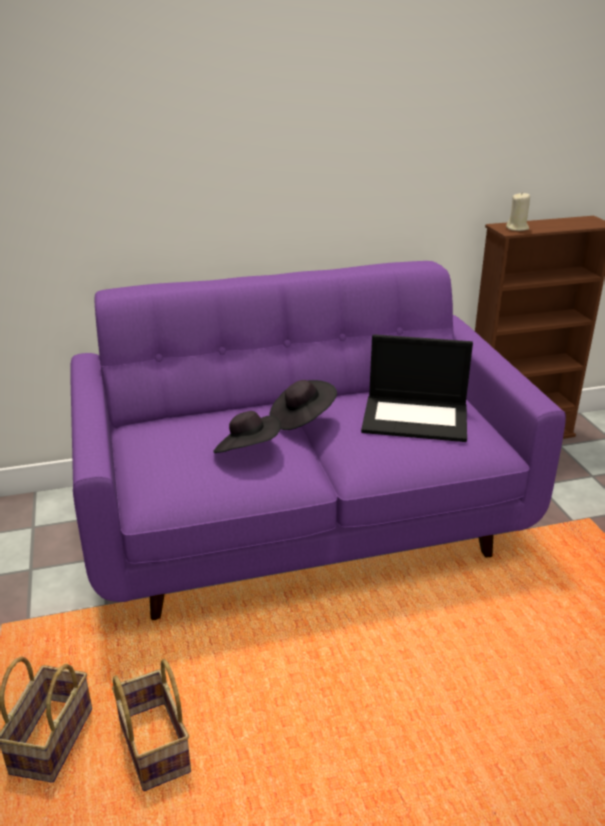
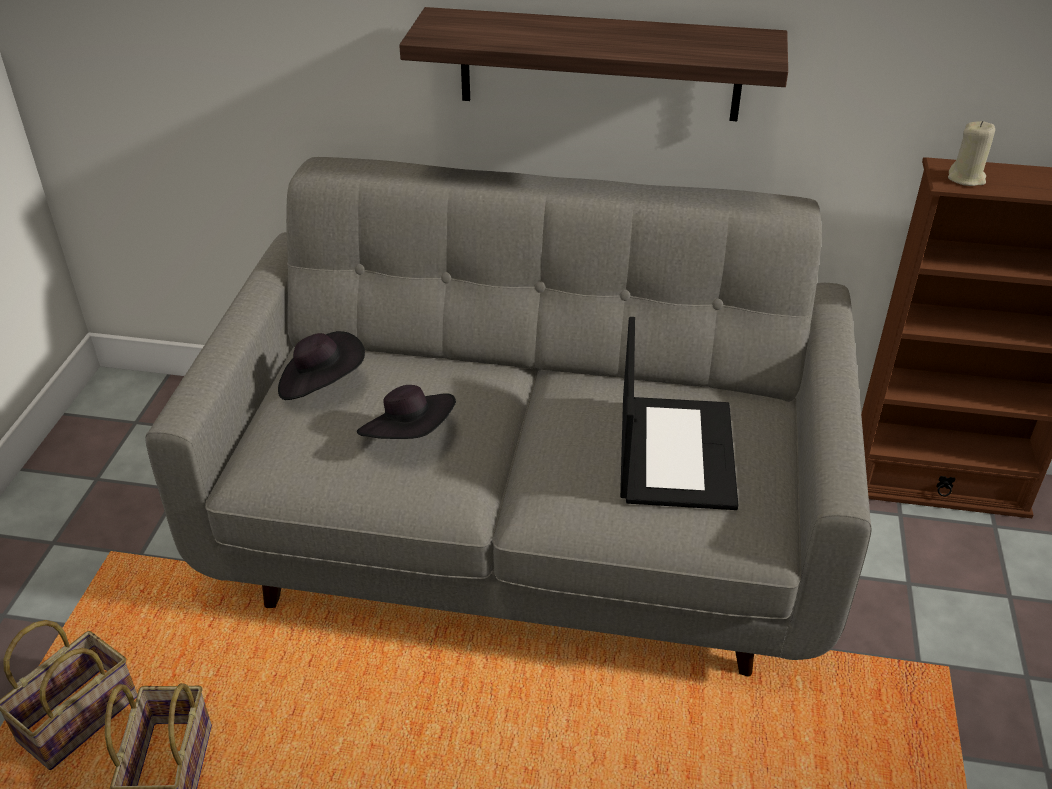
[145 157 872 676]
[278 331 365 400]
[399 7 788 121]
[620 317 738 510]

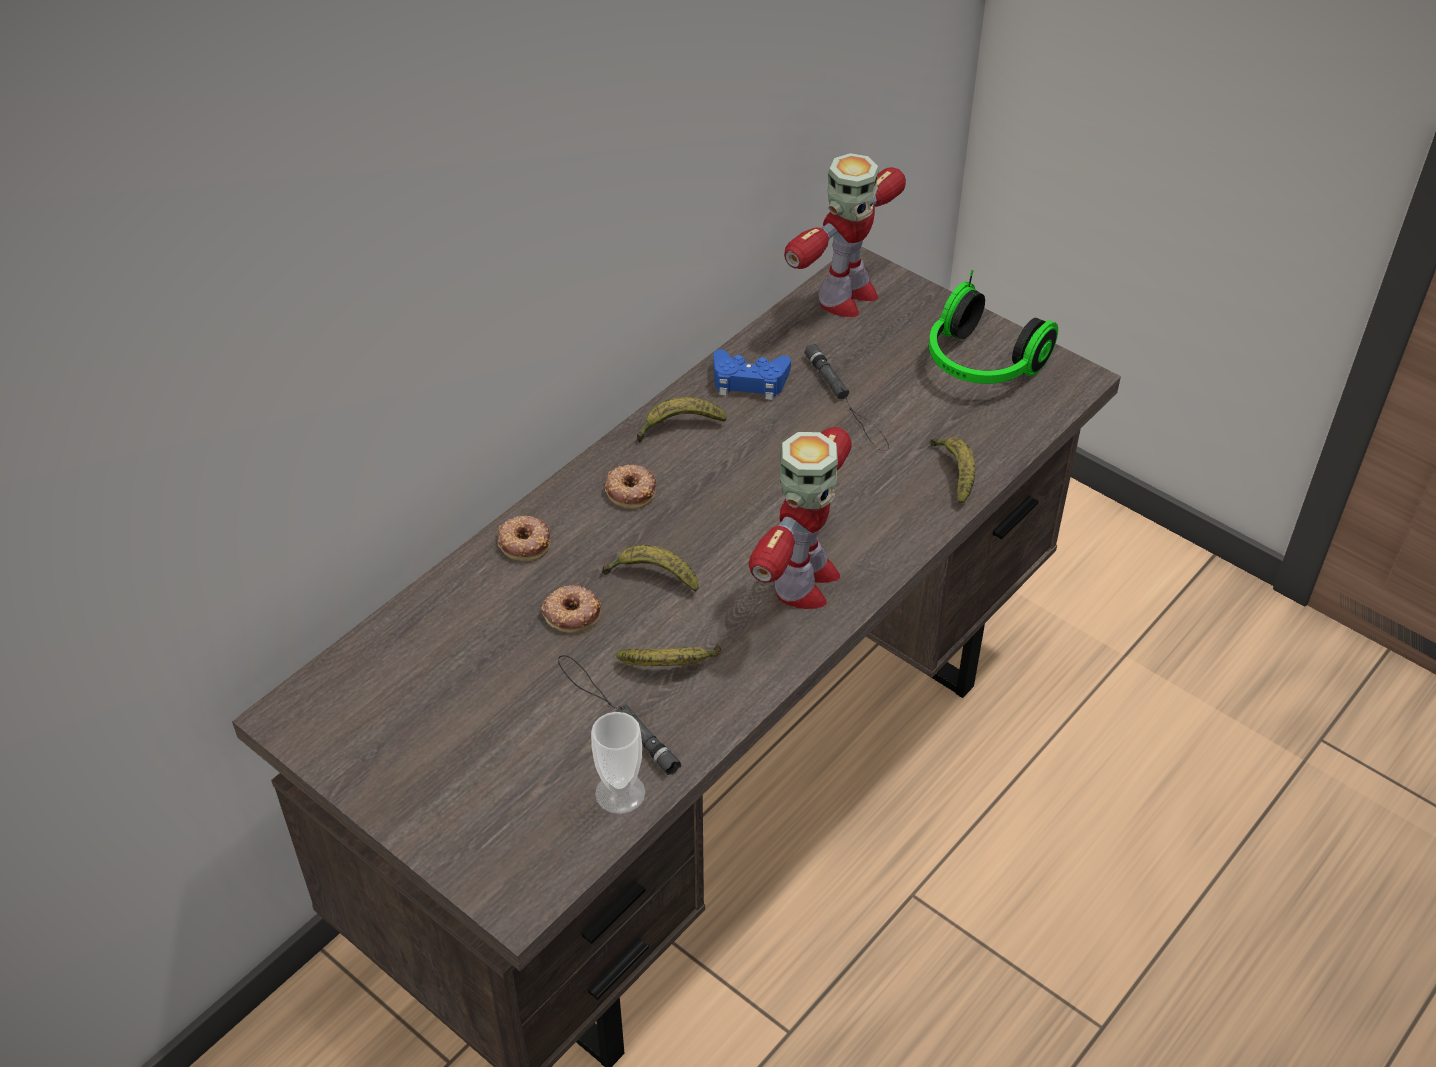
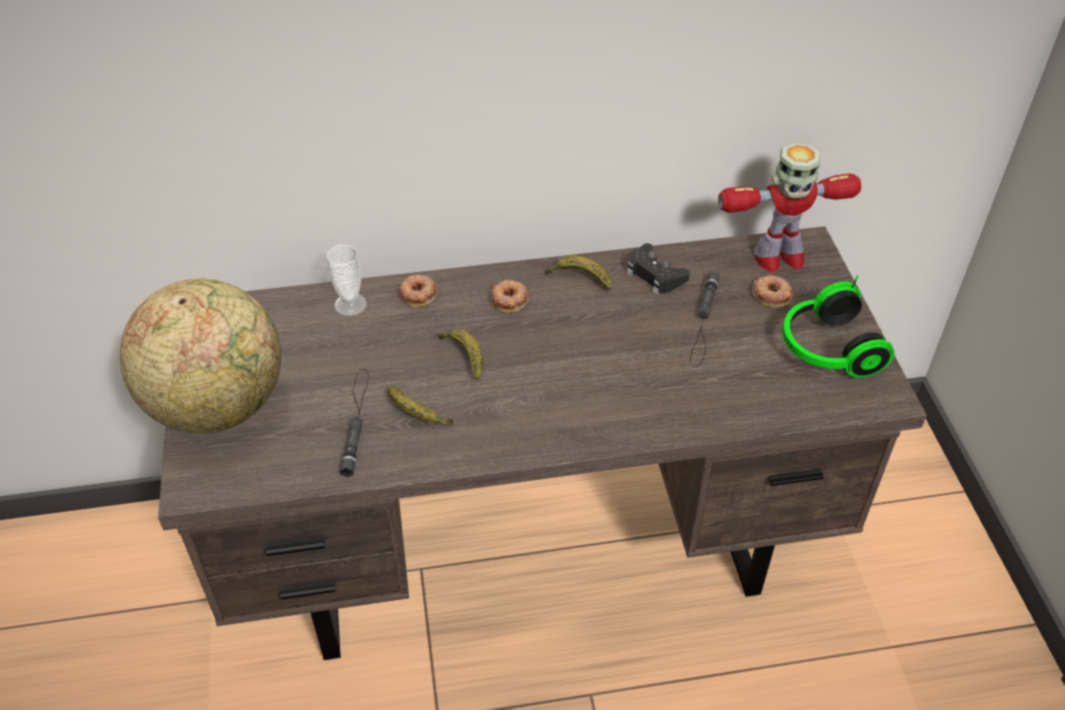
[120 278 281 434]
[326 244 367 316]
[627 243 690 294]
[753 275 793 308]
[749 427 852 609] (first image)
[930 437 975 504] (first image)

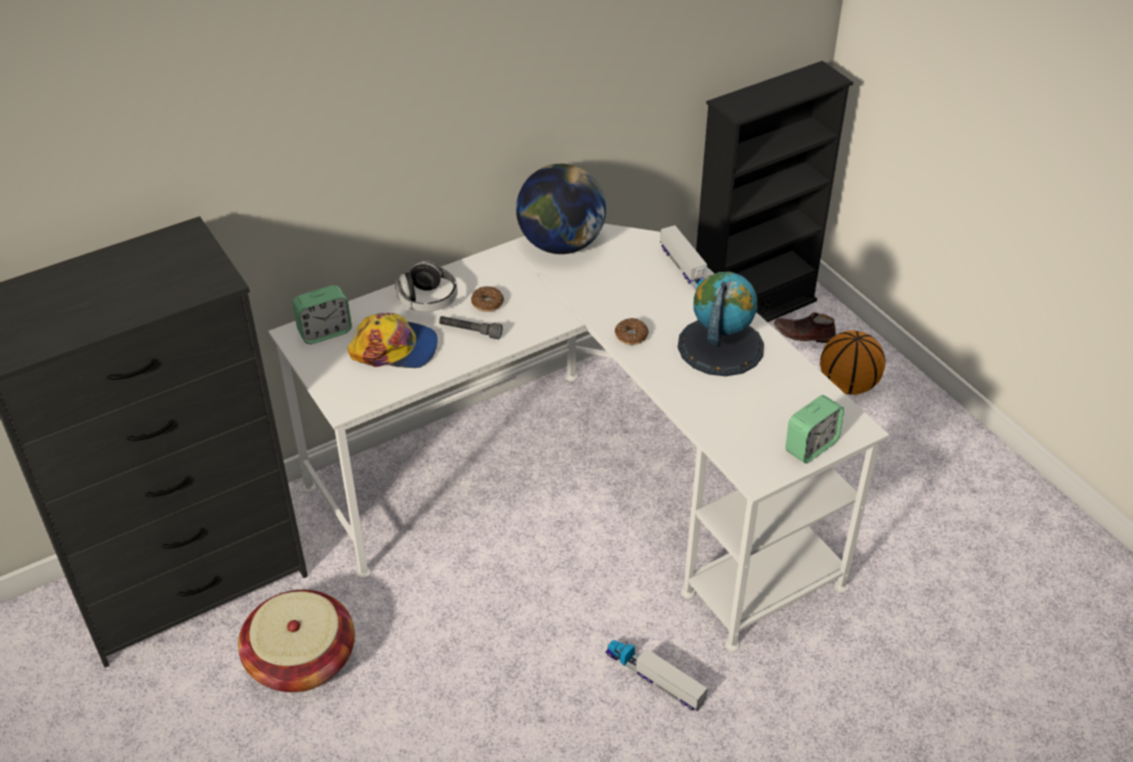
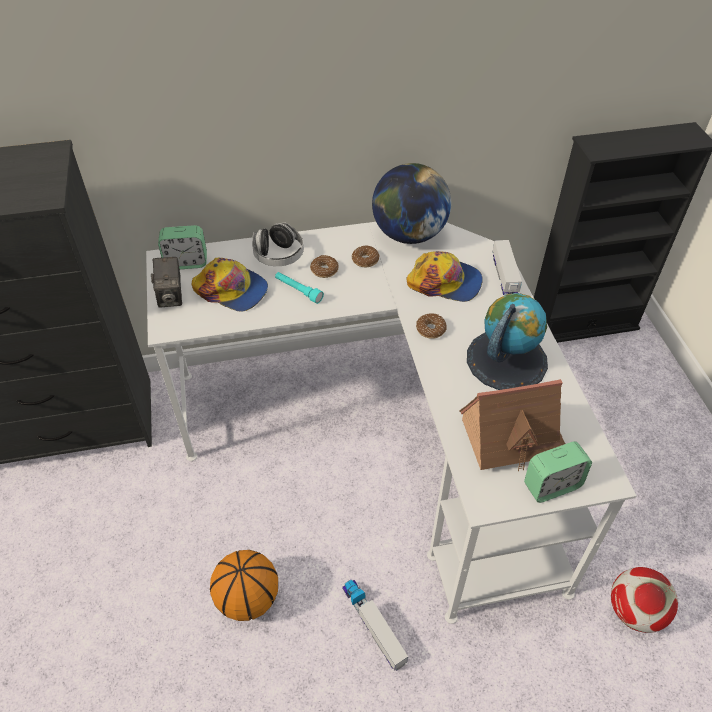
[151 257 182 308]
[210 550 278 621]
[275 272 324 304]
[352 246 380 267]
[407 251 483 302]
[459 379 566 471]
[611 567 678 633]
[238 590 355 692] (first image)
[774 312 836 343] (first image)

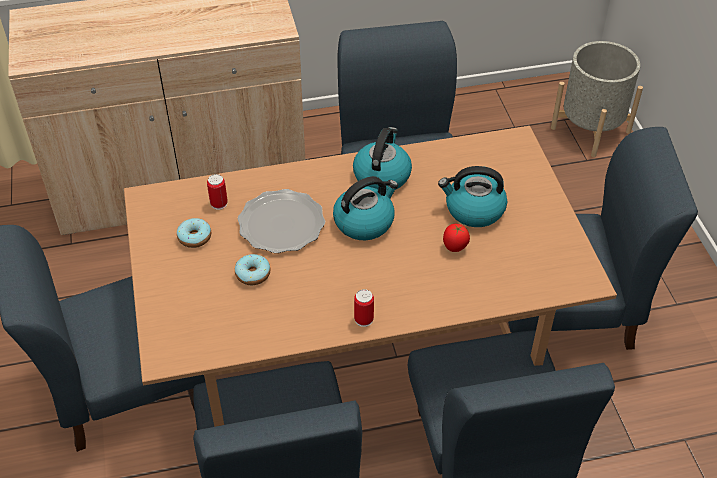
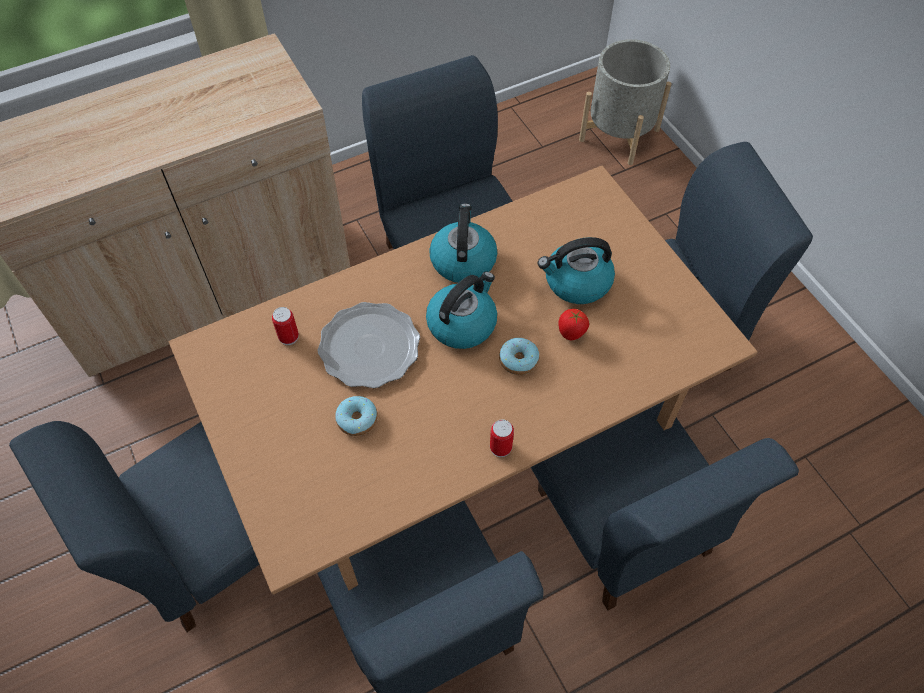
[499 338 539 375]

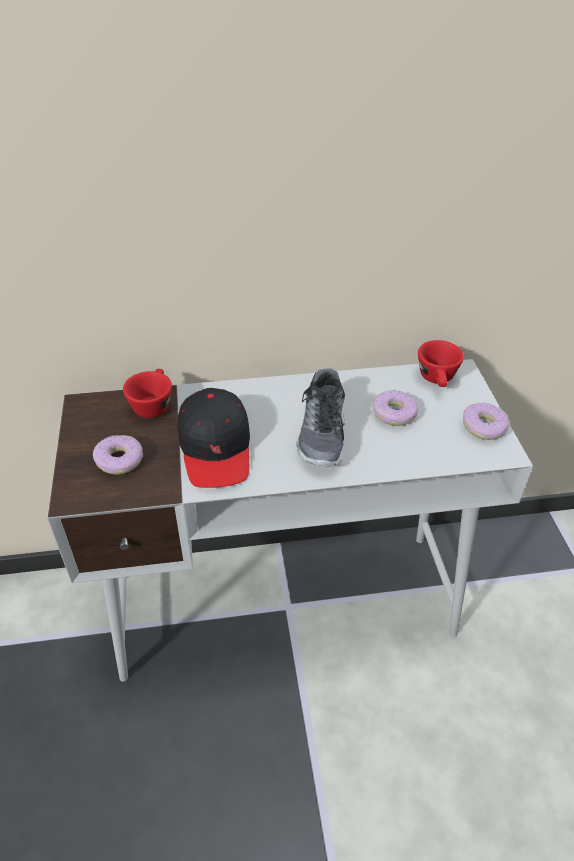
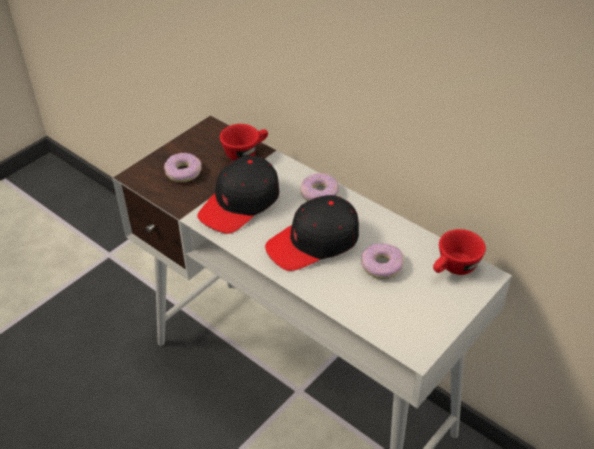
[265 195 359 271]
[300 173 339 201]

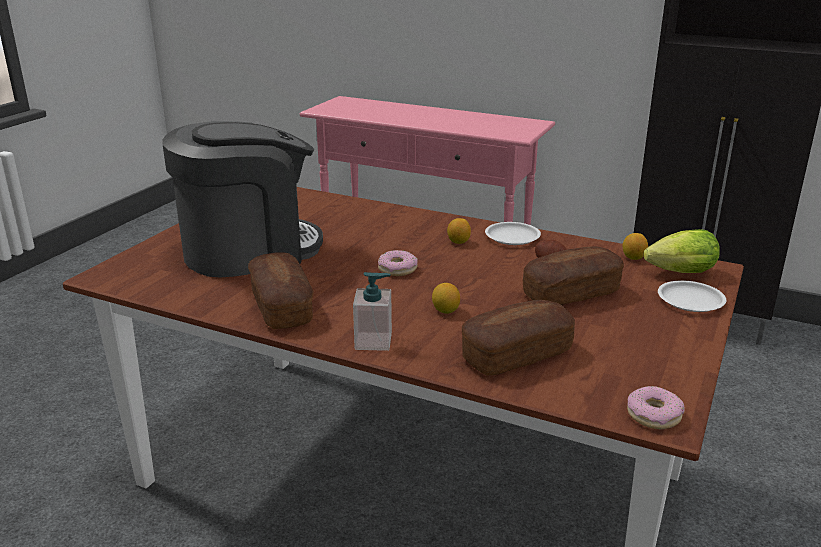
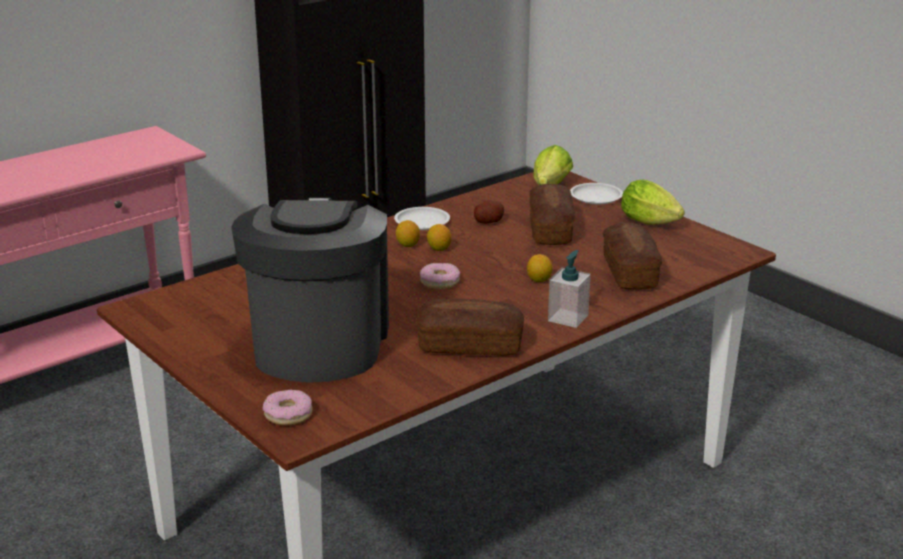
[263 390 313 425]
[427 224 451 251]
[621 180 685 225]

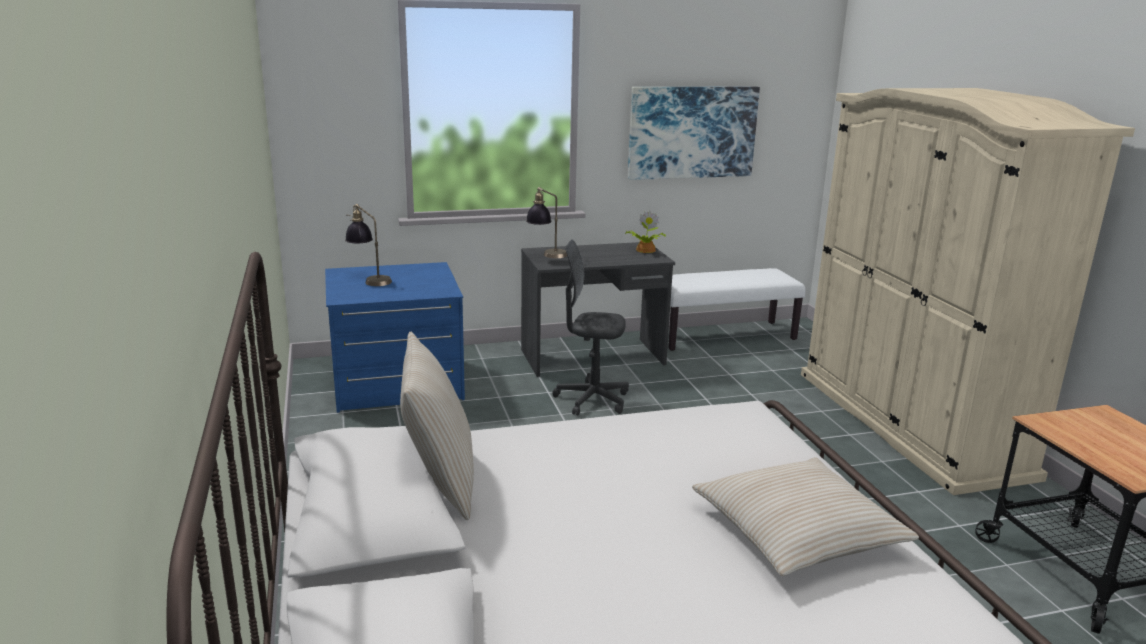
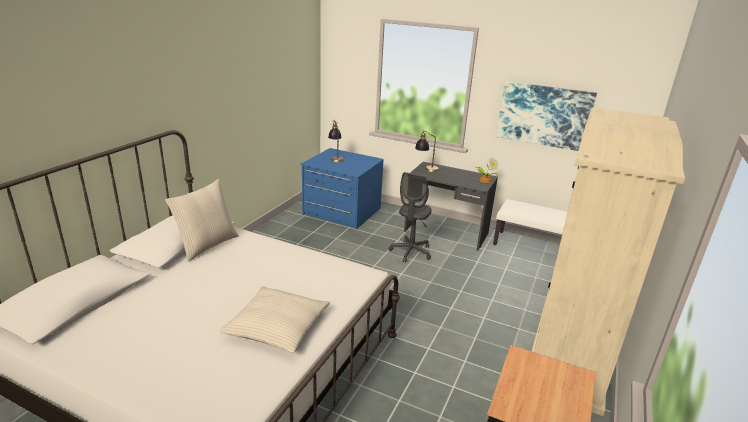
[389 172 431 263]

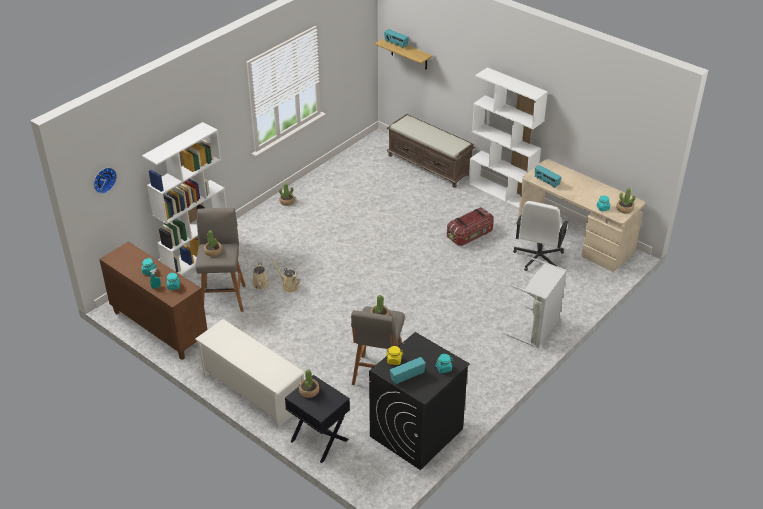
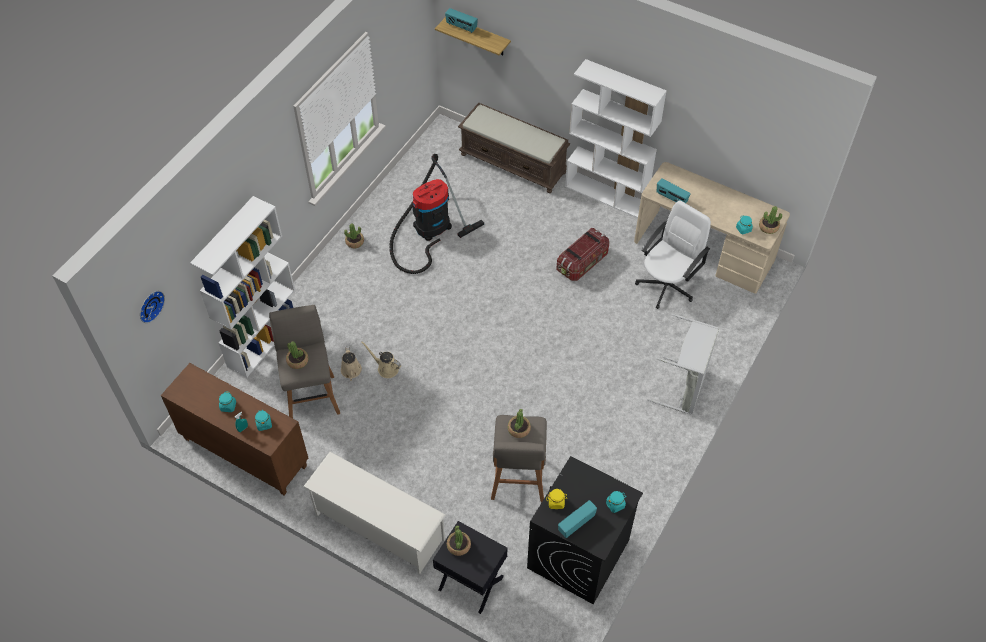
[389 154 484 274]
[635 200 711 309]

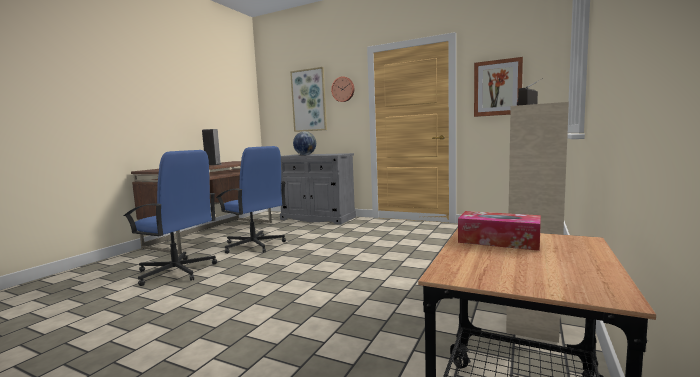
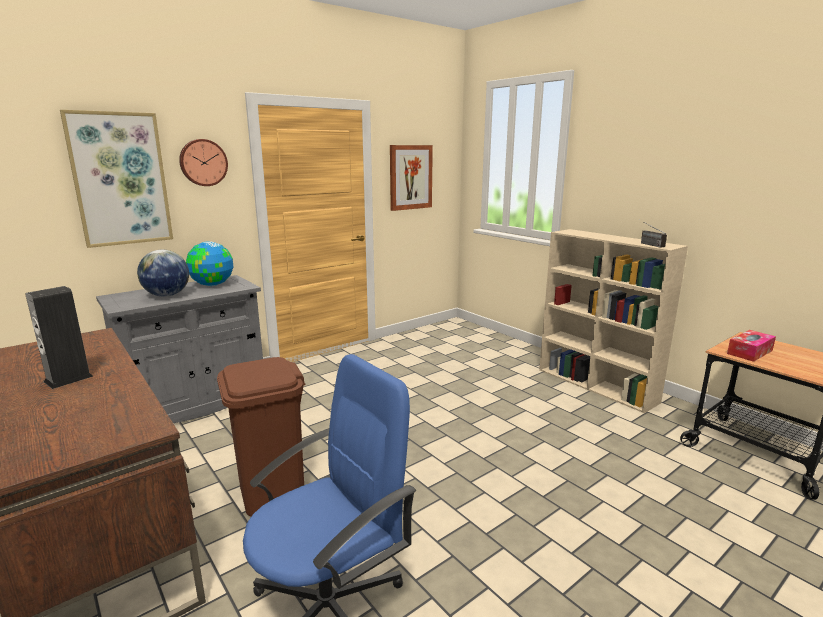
[186 241 233 286]
[217 357 305 517]

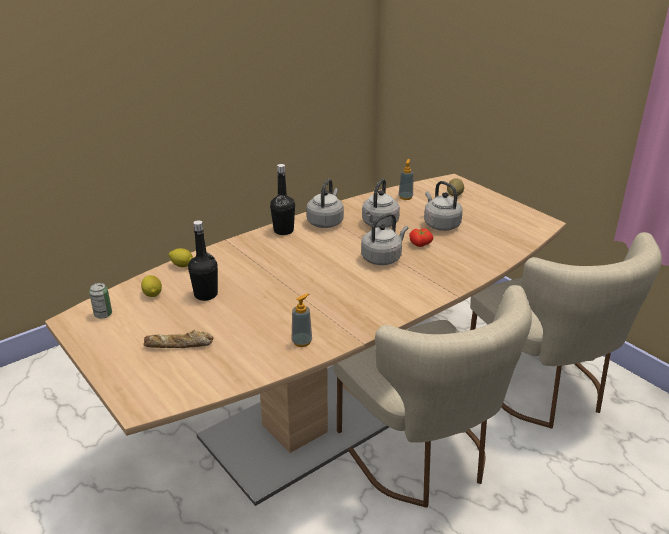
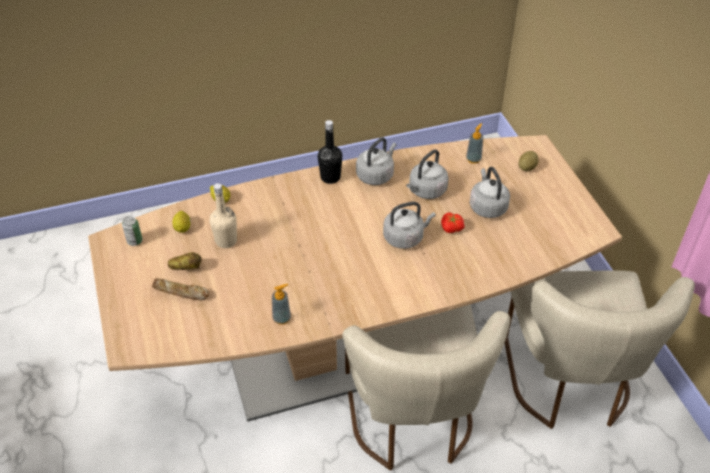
[168 252 202 270]
[210 183 237 248]

